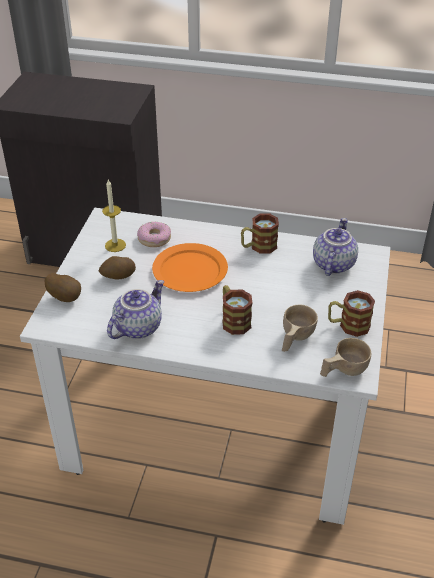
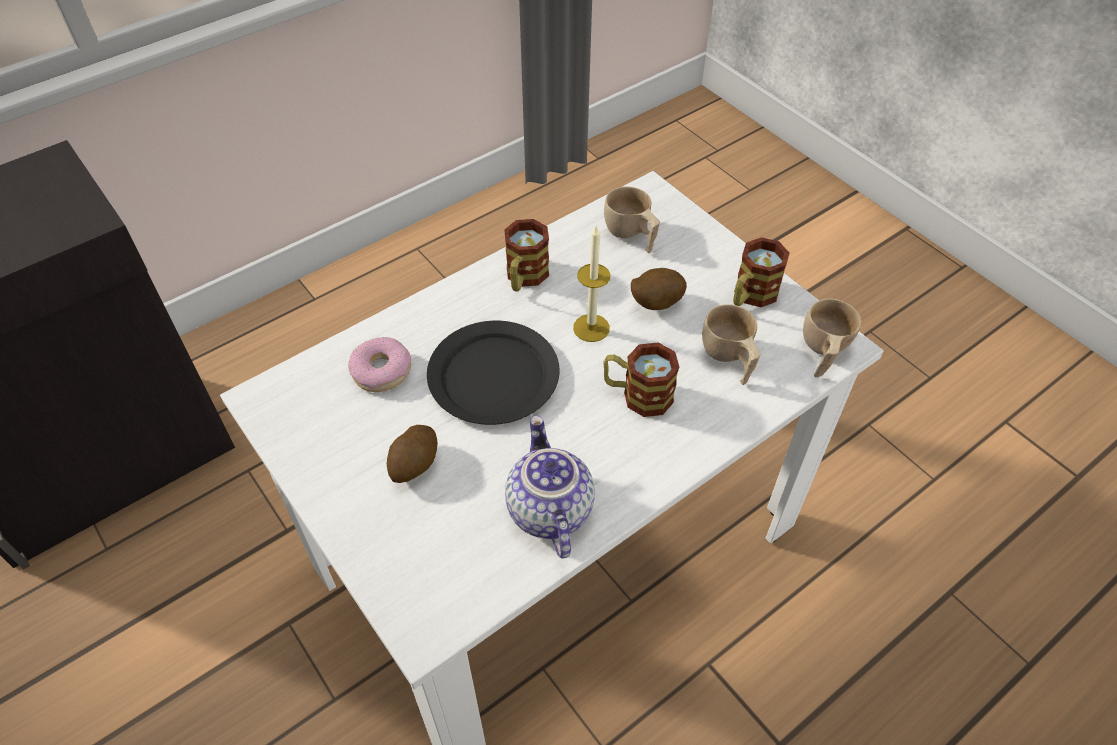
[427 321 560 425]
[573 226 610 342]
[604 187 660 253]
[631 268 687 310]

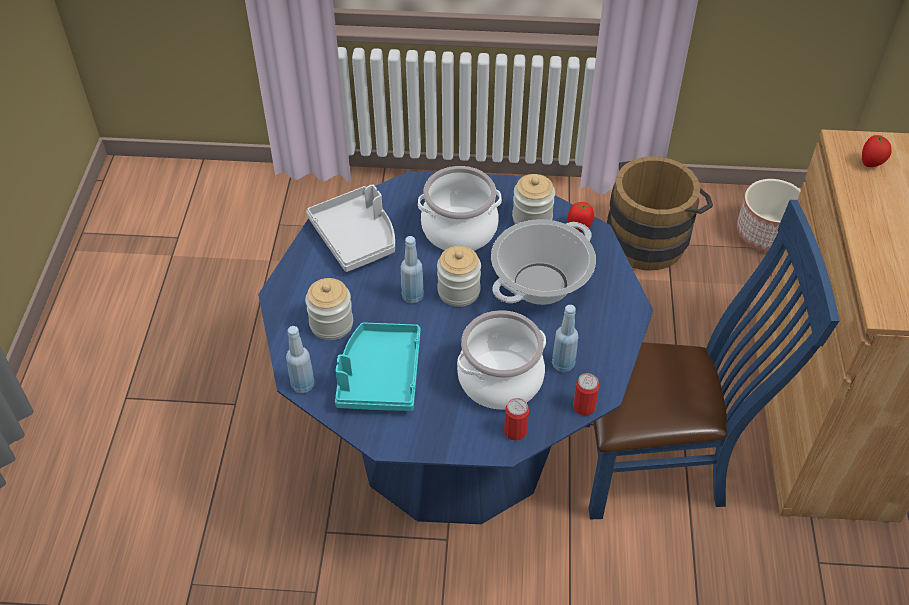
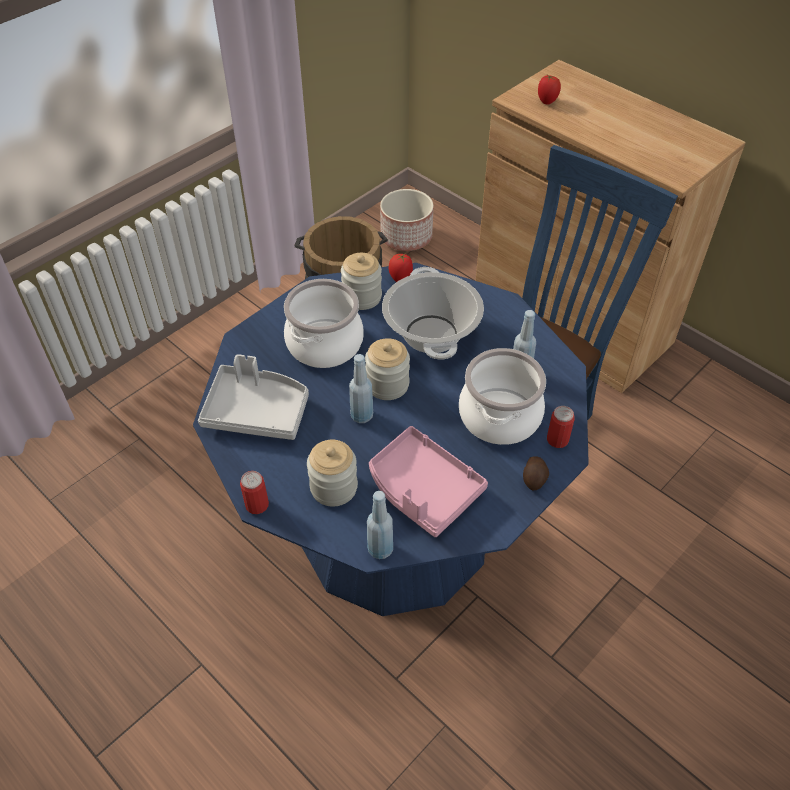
[240 471 269 514]
[369 426 488 537]
[523 456 549 490]

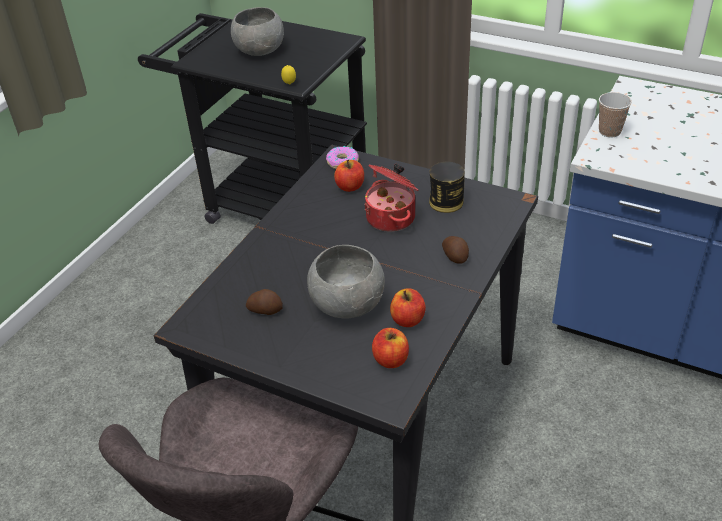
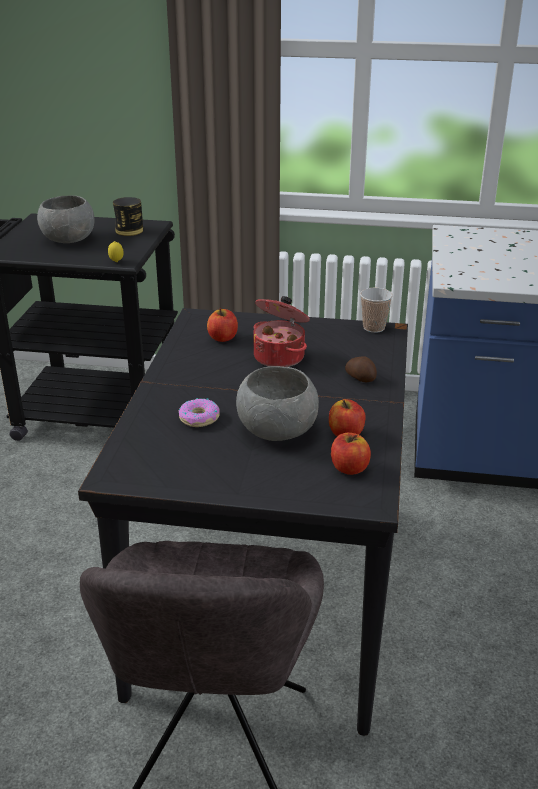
[113 197 143 236]
[178 398 220 427]
[360 288 393 333]
[246 289 283 315] (first image)

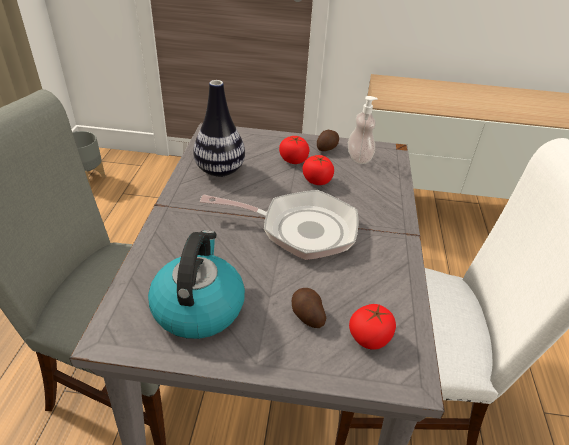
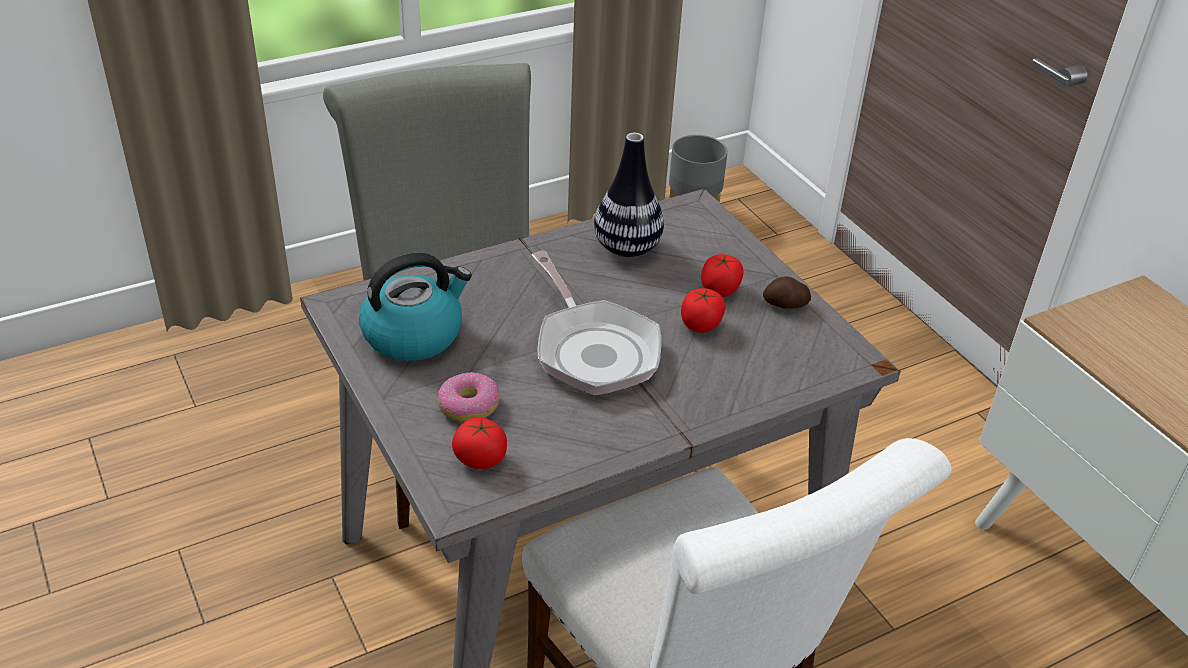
[438 372 500 422]
[348 96 378 164] (first image)

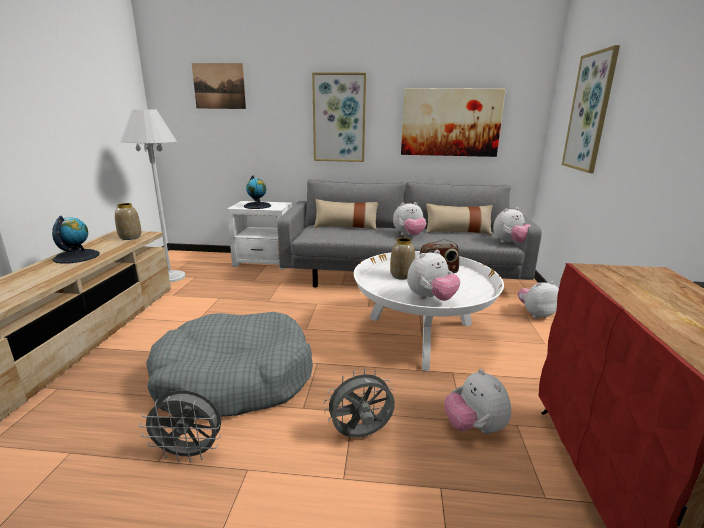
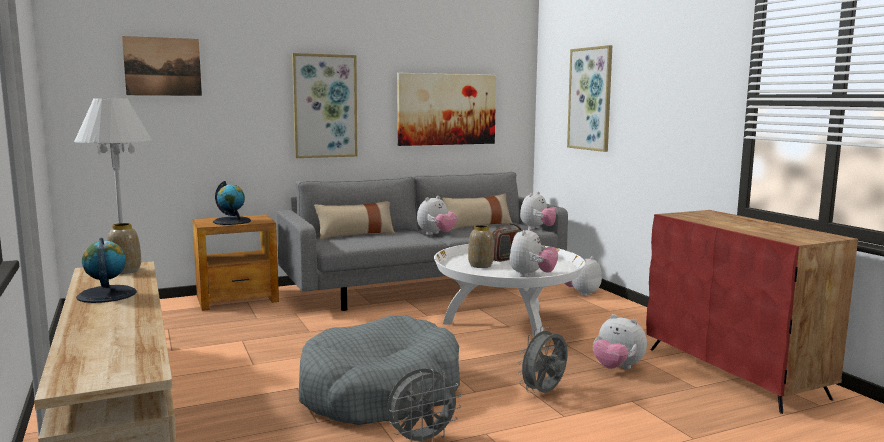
[192 214 279 311]

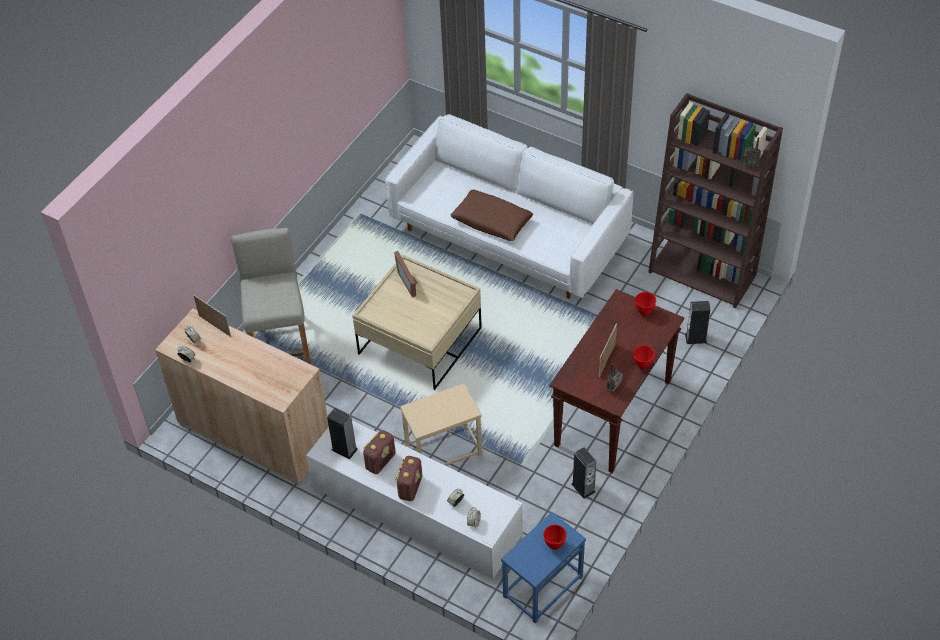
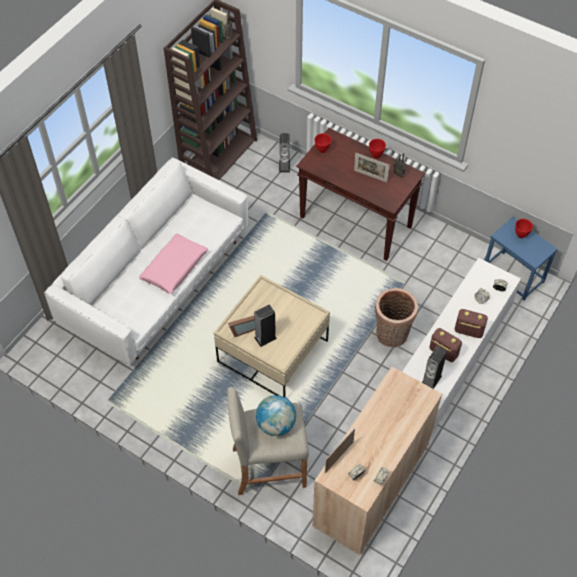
[139 234 208 294]
[254 304 277 347]
[256 395 296 436]
[375 288 418 347]

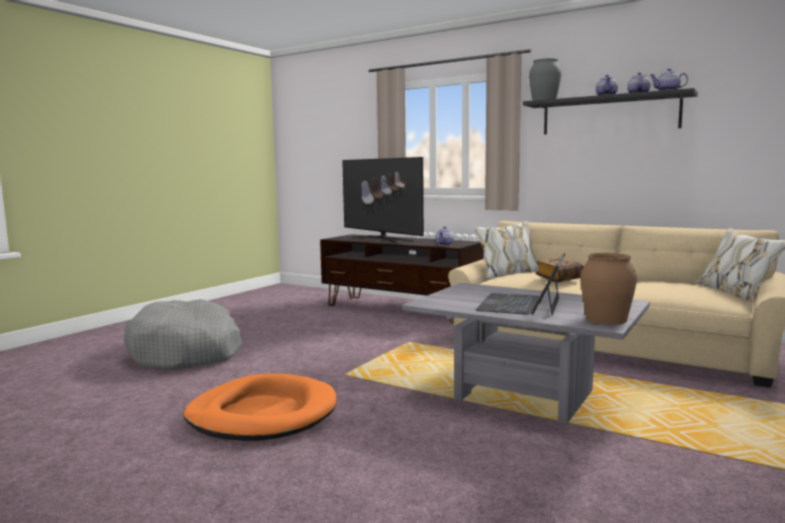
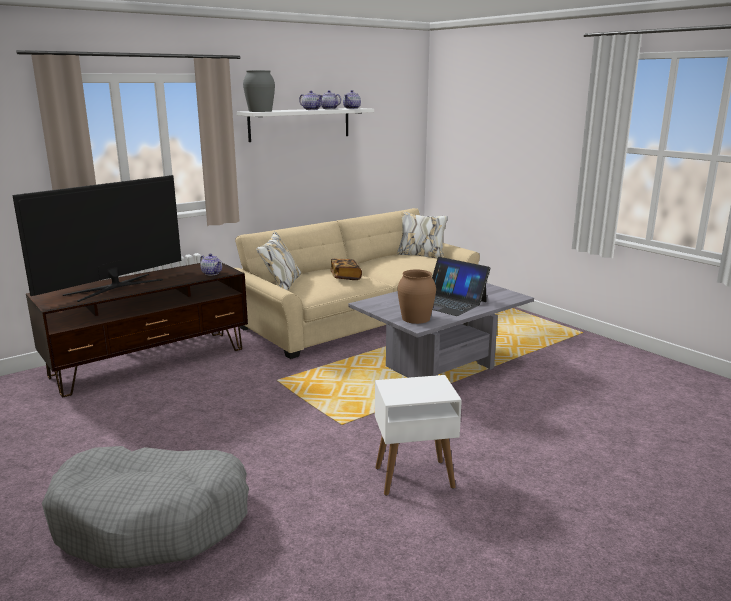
[12 175 181 302]
[237 108 374 142]
[375 375 462 496]
[398 269 436 324]

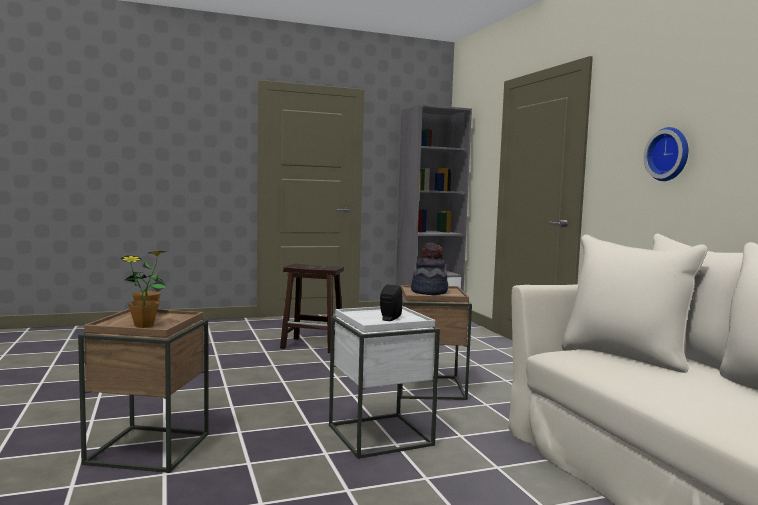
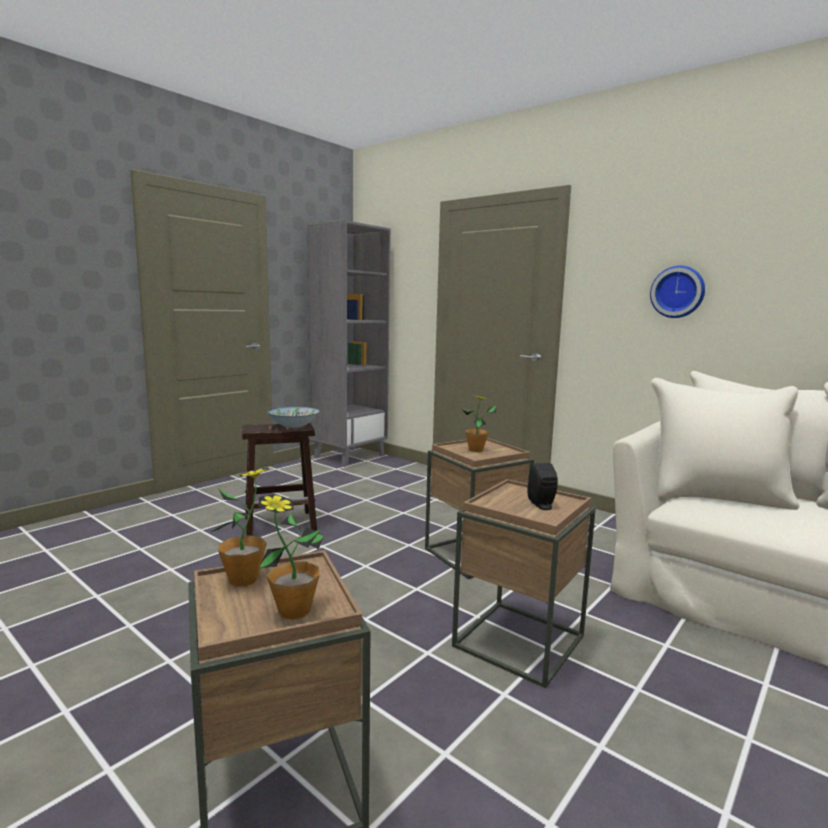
[268 407 319 428]
[452 479 596 688]
[461 395 496 452]

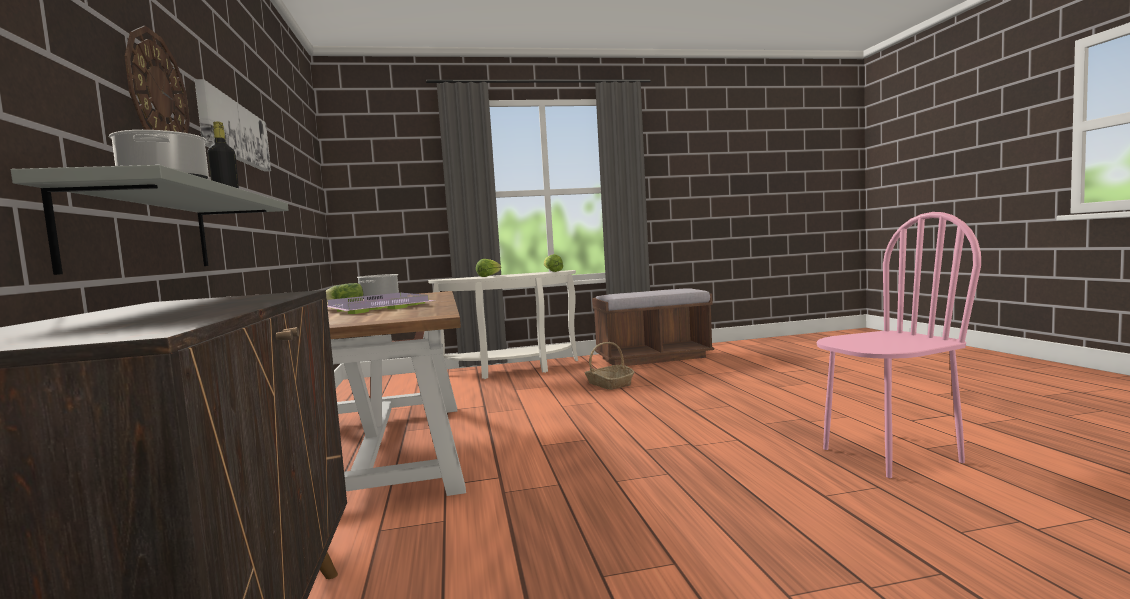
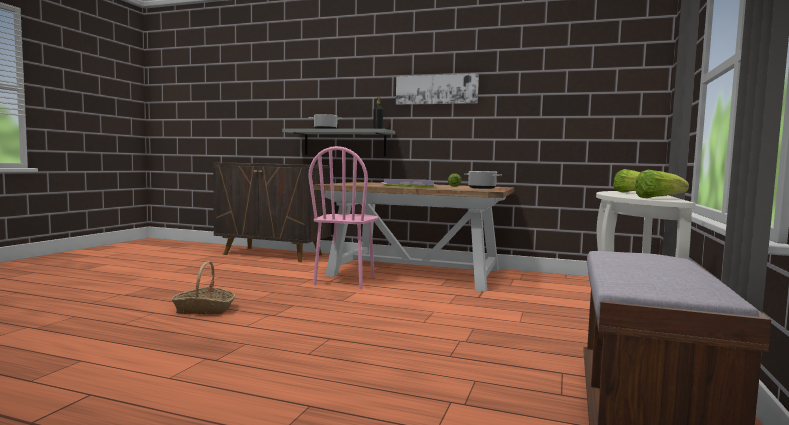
[171 261 235 314]
[308 146 378 289]
[124 26 190 133] (first image)

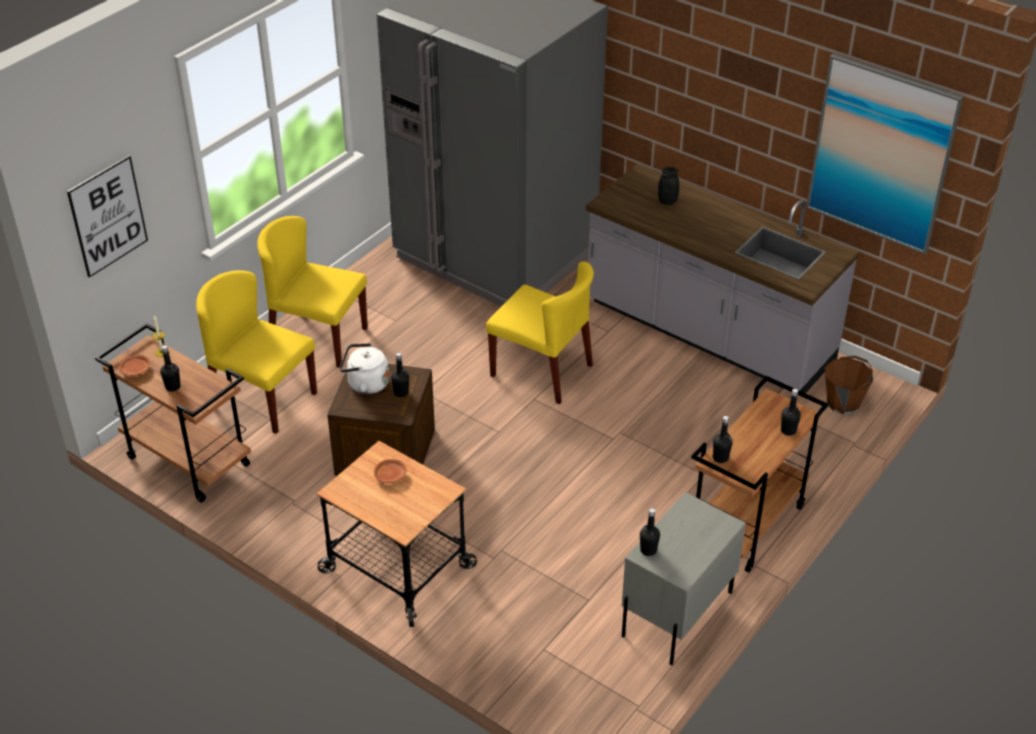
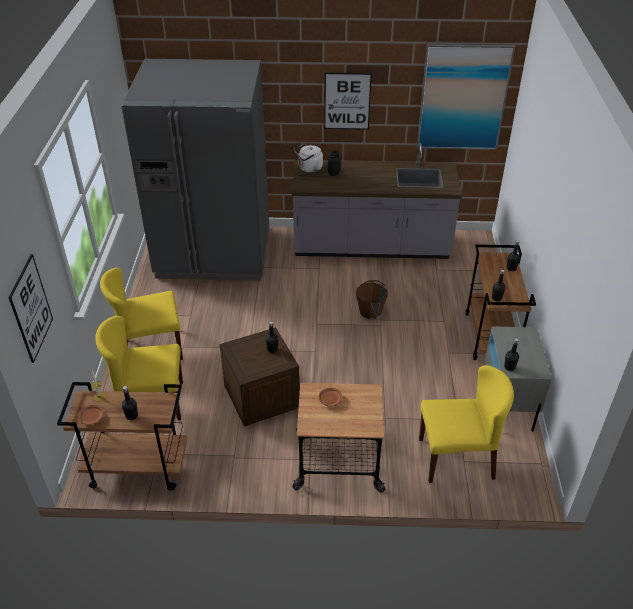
[294 144 323 173]
[324 73 372 130]
[356 280 388 320]
[419 365 514 483]

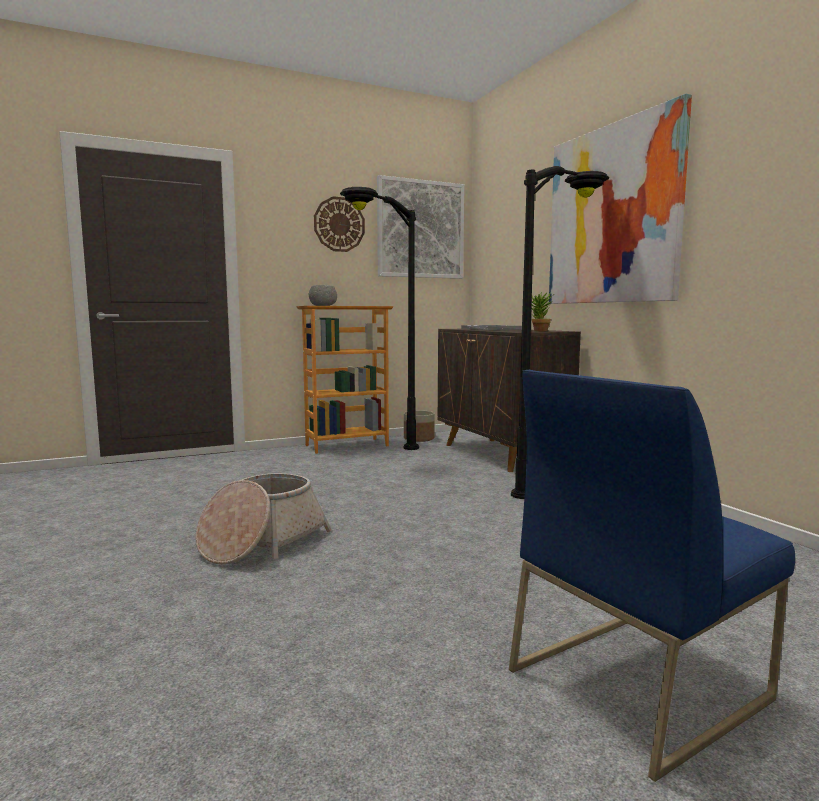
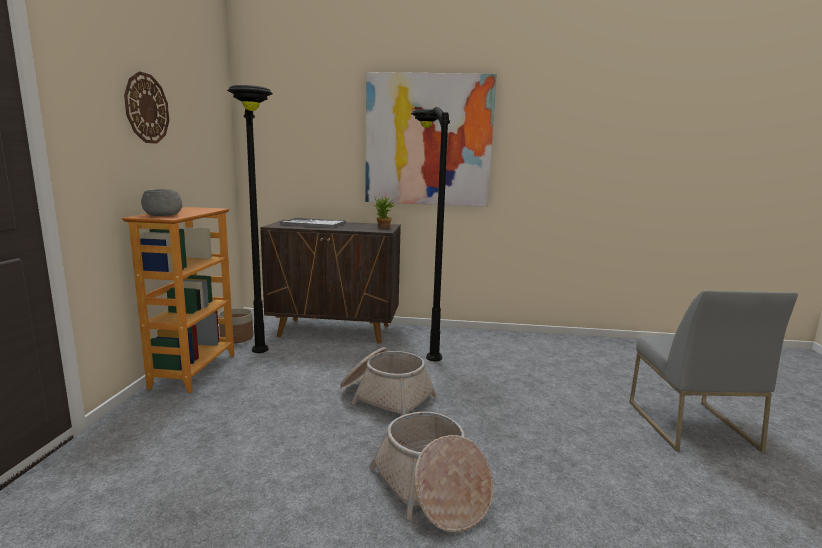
[340 347 437 415]
[629 290 798 453]
[377 175 464 279] (first image)

